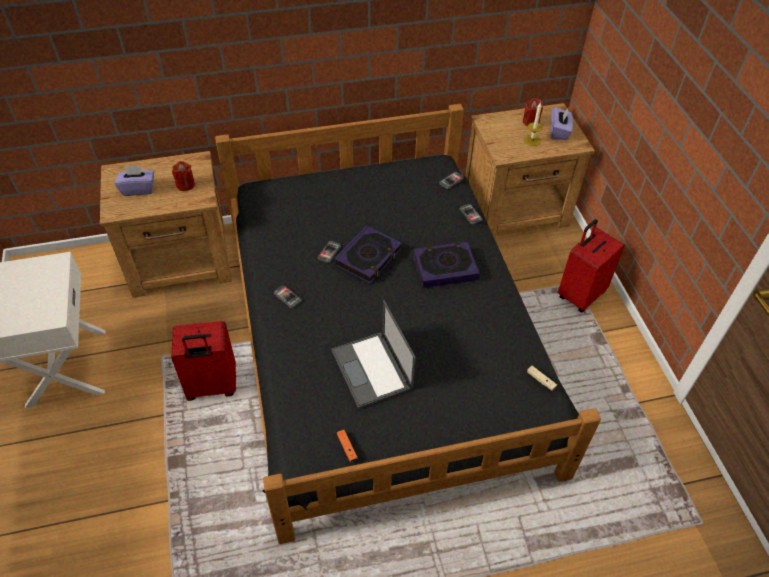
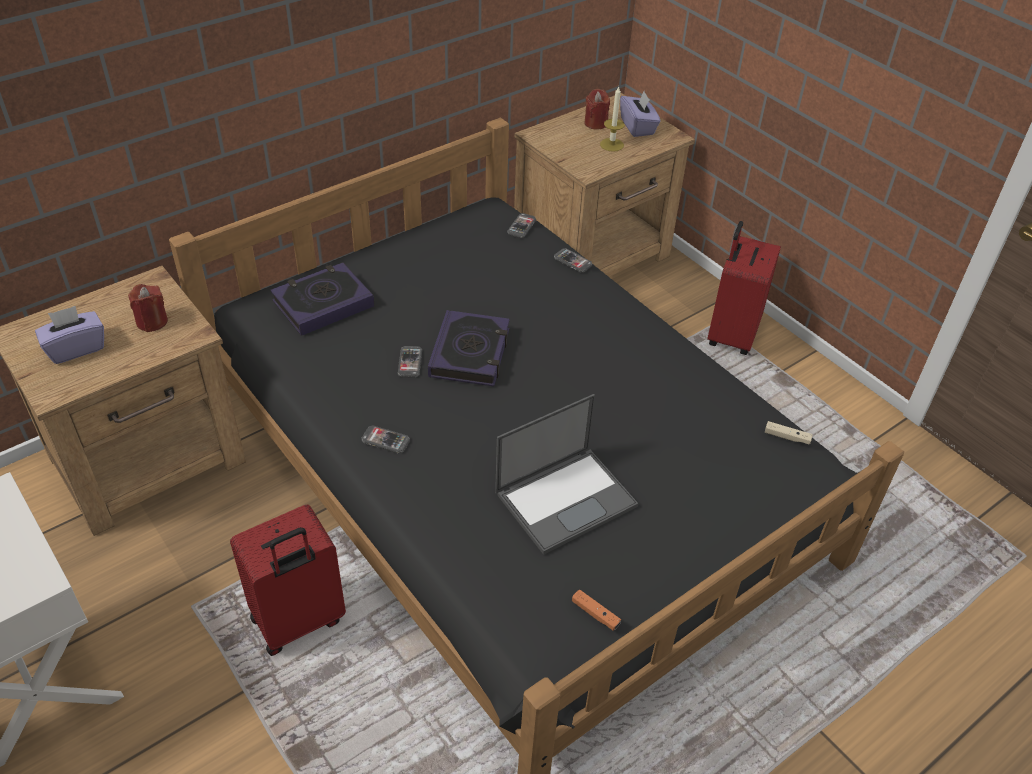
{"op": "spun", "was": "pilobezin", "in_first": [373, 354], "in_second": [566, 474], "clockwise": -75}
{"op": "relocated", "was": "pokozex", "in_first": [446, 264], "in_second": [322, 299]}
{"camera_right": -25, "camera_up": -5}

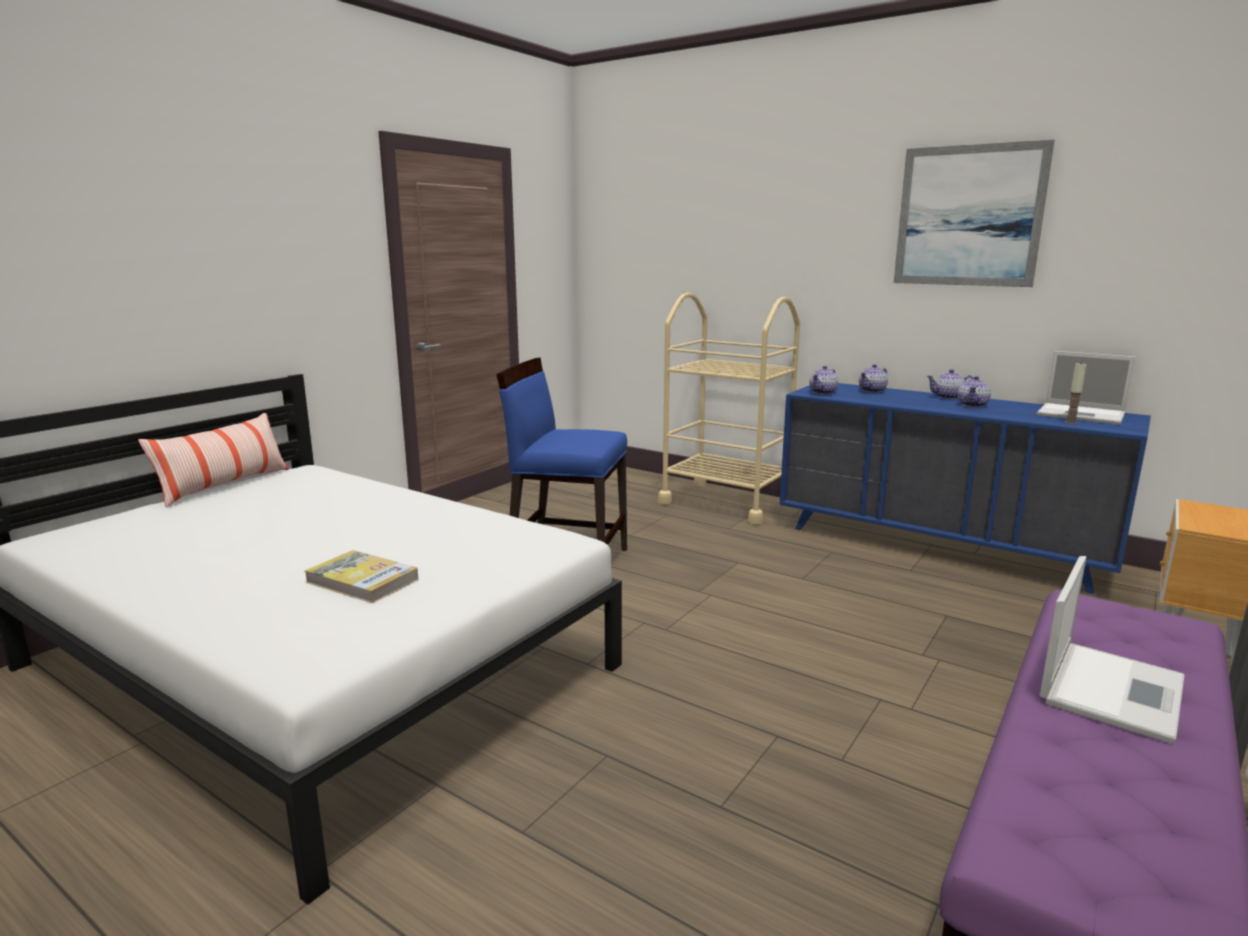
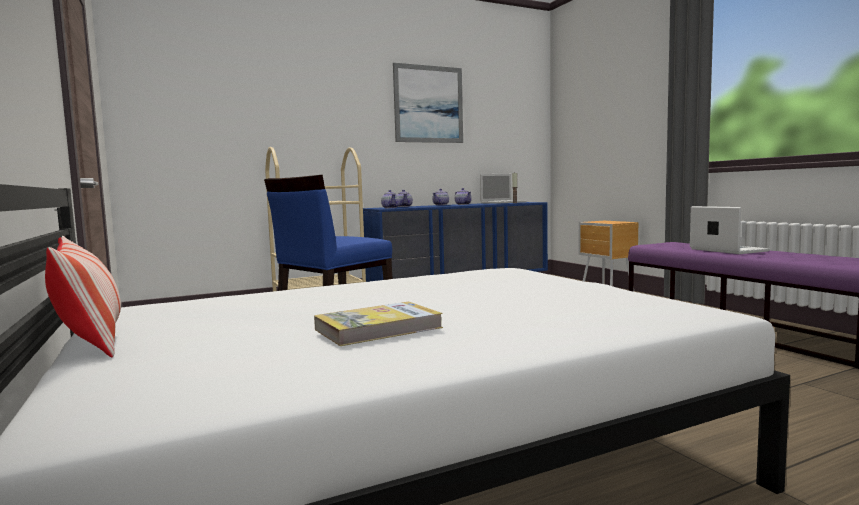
{"op": "relocated", "was": "pokozex", "in_first": [361, 576], "in_second": [378, 324]}
{"camera_right": -60, "camera_up": -10}

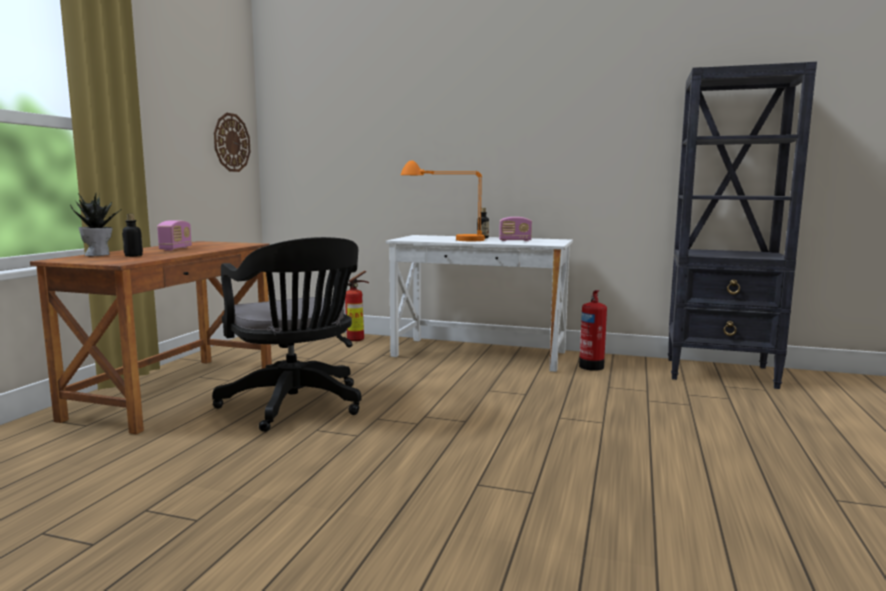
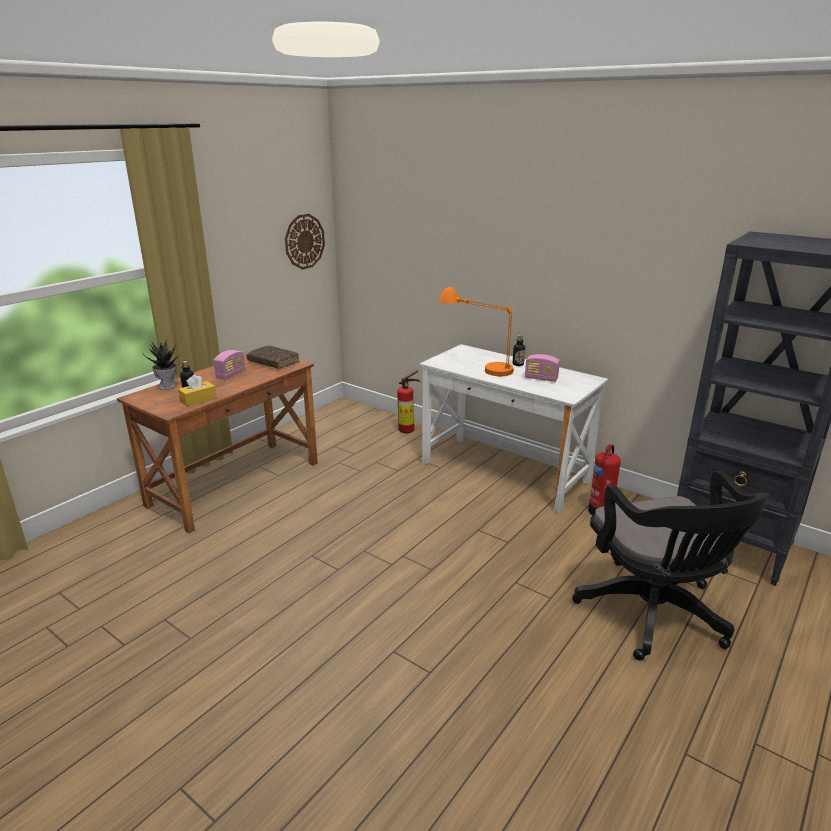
{"op": "relocated", "was": "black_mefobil", "in_first": [287, 334], "in_second": [670, 566]}
{"op": "appeared", "now": "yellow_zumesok", "in_second": [197, 390]}
{"op": "appeared", "now": "brown_pokozex", "in_second": [273, 357]}
{"camera_right": 20, "camera_up": 15}

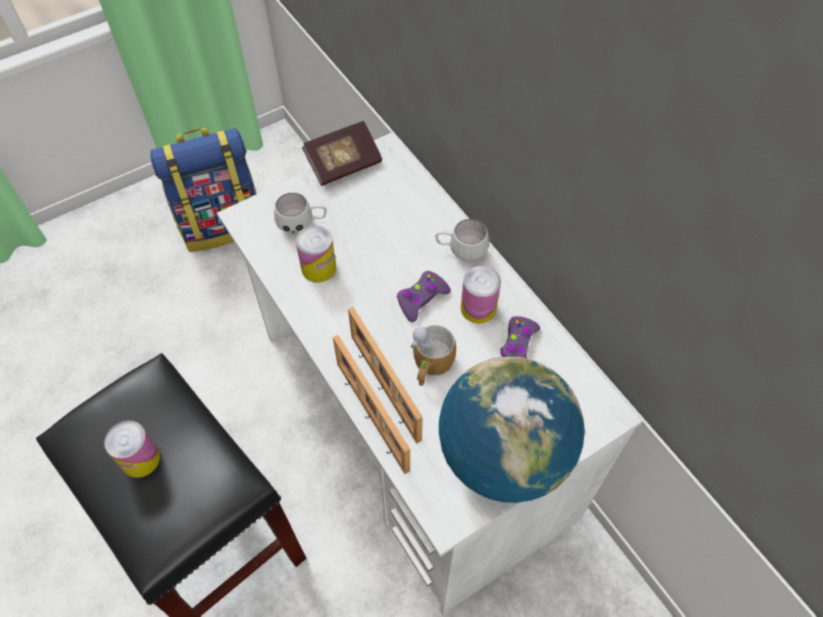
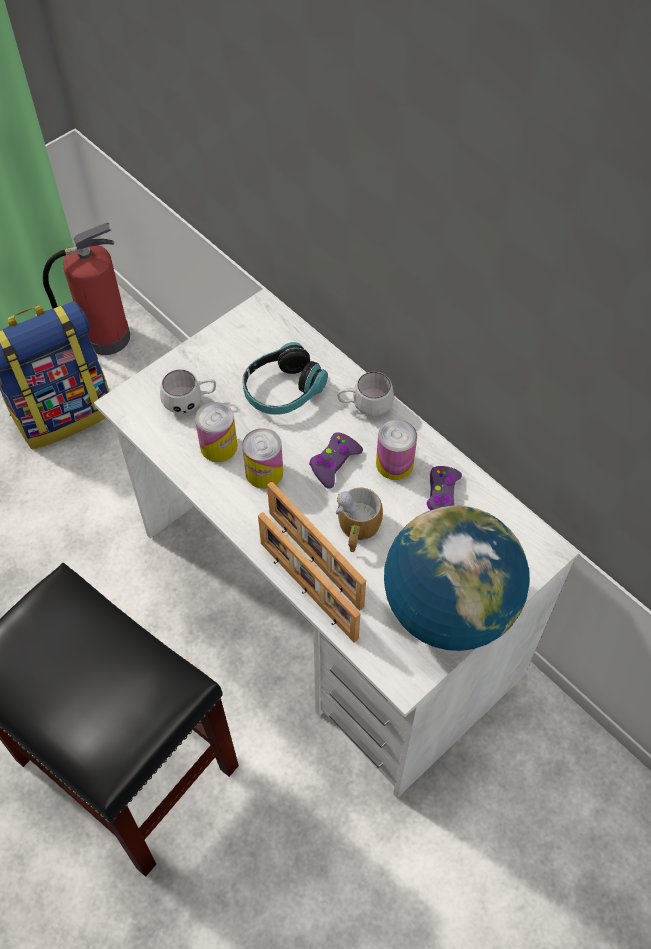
{"op": "relocated", "was": "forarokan", "in_first": [132, 449], "in_second": [262, 458]}
{"op": "missing", "was": "pokozex", "in_first": [342, 153]}
{"op": "appeared", "now": "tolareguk", "in_second": [86, 289]}
{"op": "appeared", "now": "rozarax", "in_second": [285, 378]}
{"camera_right": -10, "camera_up": 0}

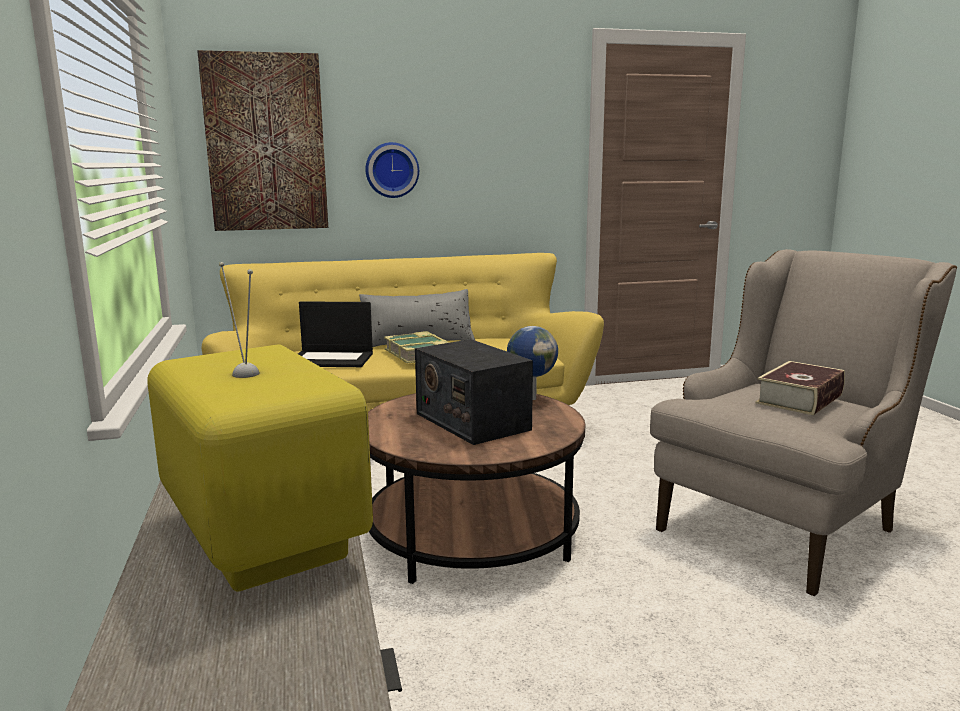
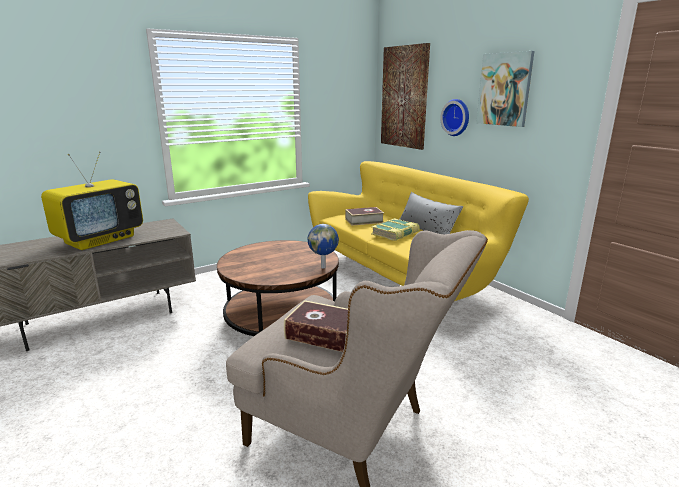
{"op": "exchanged", "was": "pilobezin", "now": "pokozex", "in_first": [335, 334], "in_second": [364, 216]}
{"op": "missing", "was": "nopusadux", "in_first": [474, 392]}
{"op": "appeared", "now": "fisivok", "in_second": [505, 89]}
{"camera_right": 70, "camera_up": 5}

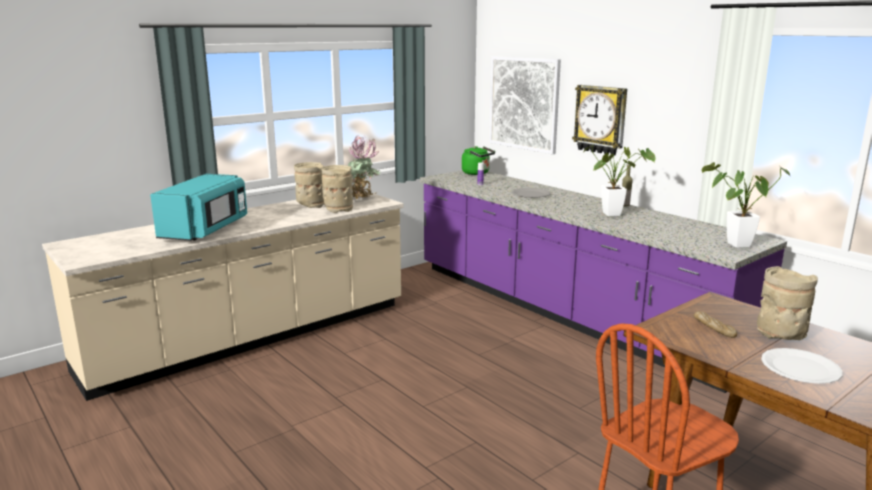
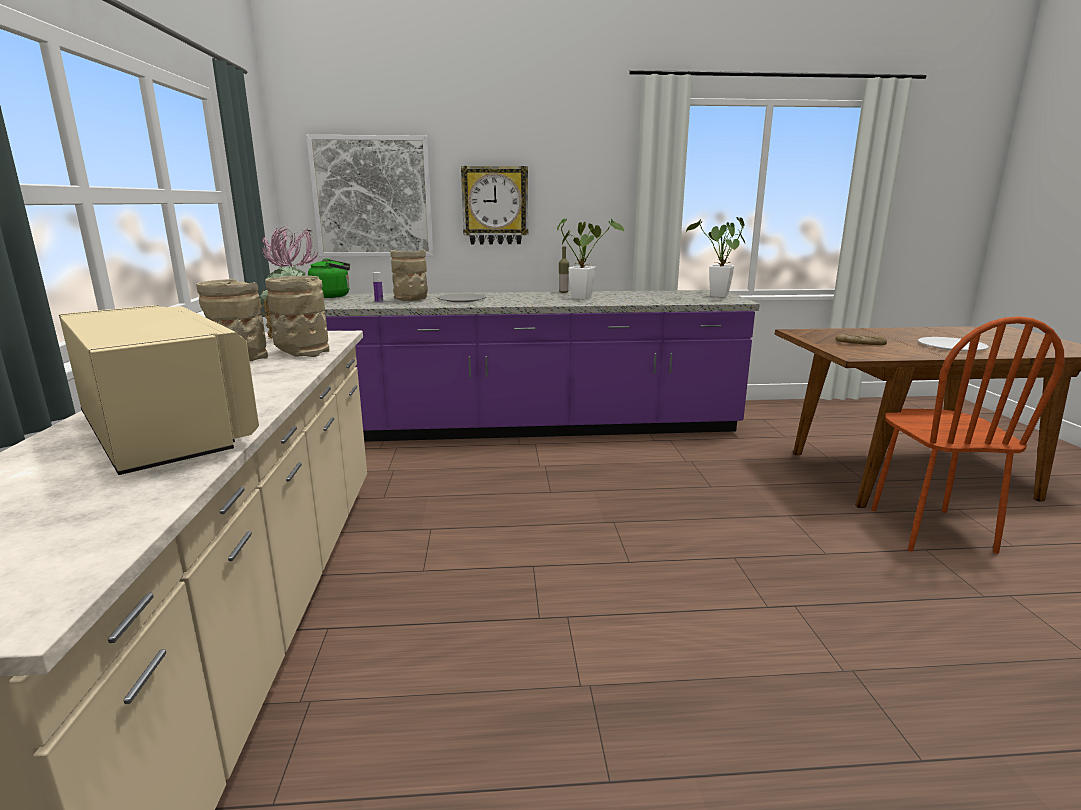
{"op": "colour", "was": "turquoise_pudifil", "now": "beige_pudifil", "in_first": [198, 207], "in_second": [159, 390]}
{"op": "relocated", "was": "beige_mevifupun", "in_first": [787, 303], "in_second": [409, 275]}
{"camera_right": -55, "camera_up": 0}

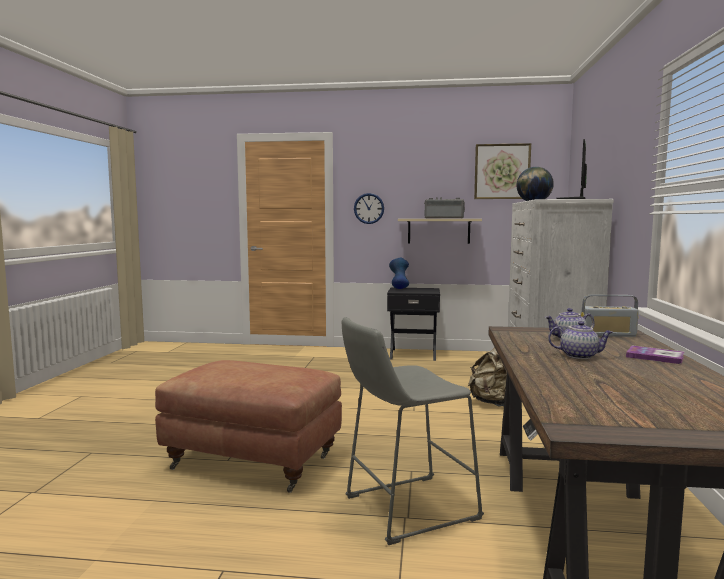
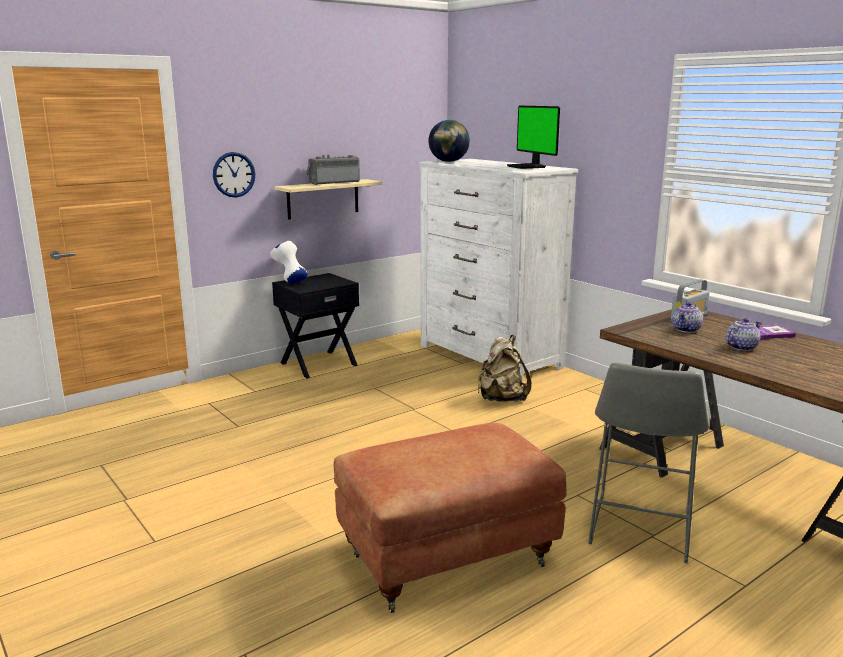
{"op": "colour", "was": "blue_mevifupun", "now": "white_mevifupun", "in_first": [399, 273], "in_second": [289, 262]}
{"op": "missing", "was": "fisivok", "in_first": [502, 171]}
{"camera_right": -45, "camera_up": 10}

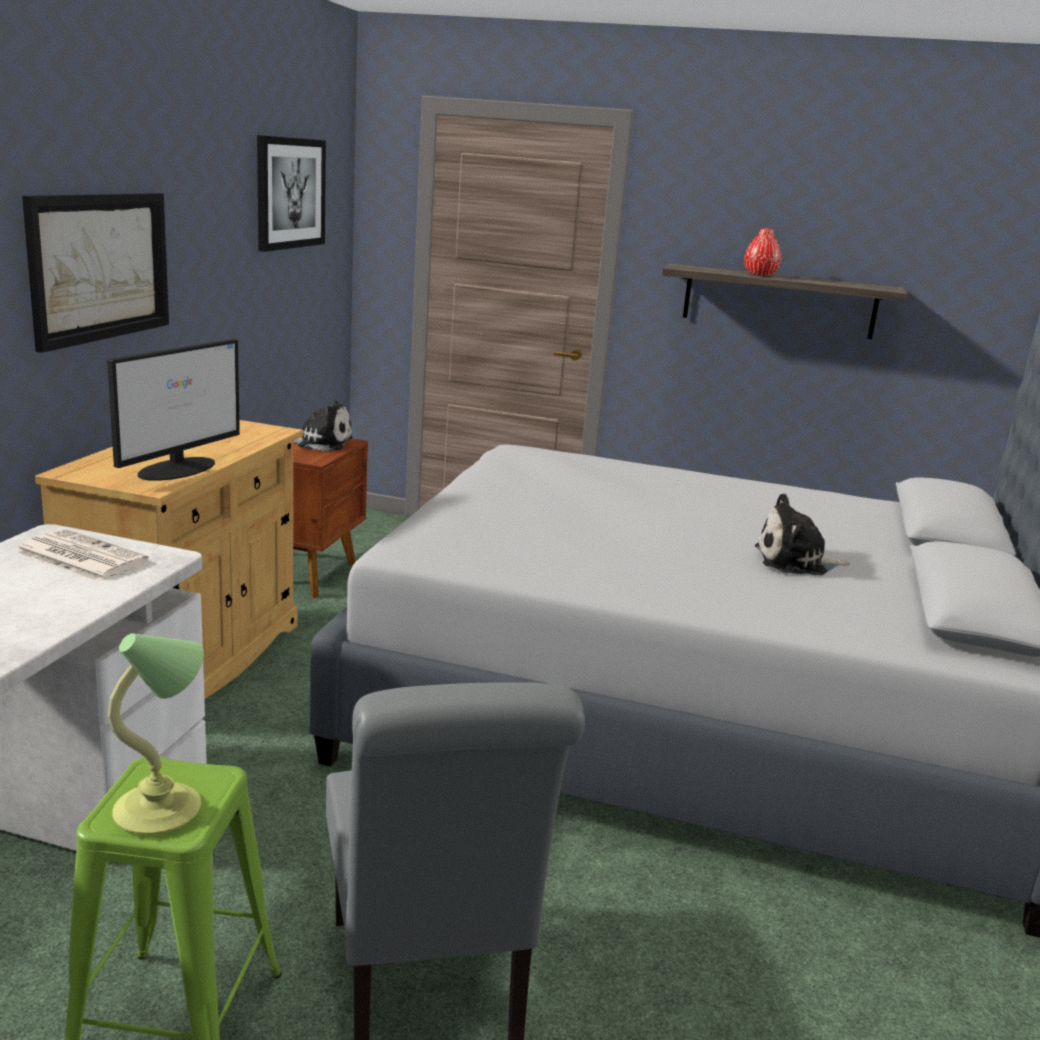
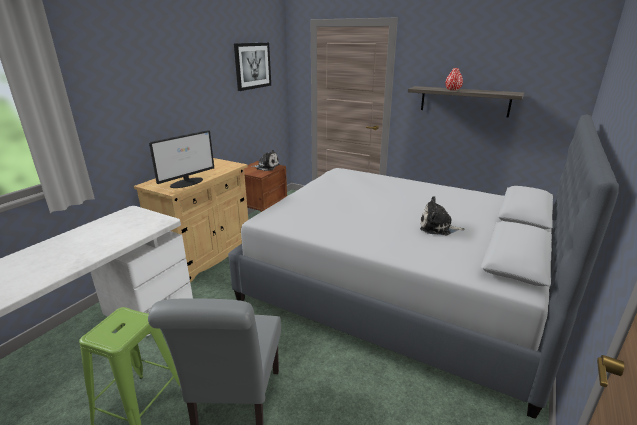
{"op": "missing", "was": "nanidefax", "in_first": [82, 555]}
{"op": "missing", "was": "fisivok", "in_first": [95, 273]}
{"op": "missing", "was": "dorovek", "in_first": [156, 734]}
{"camera_right": 15, "camera_up": 5}

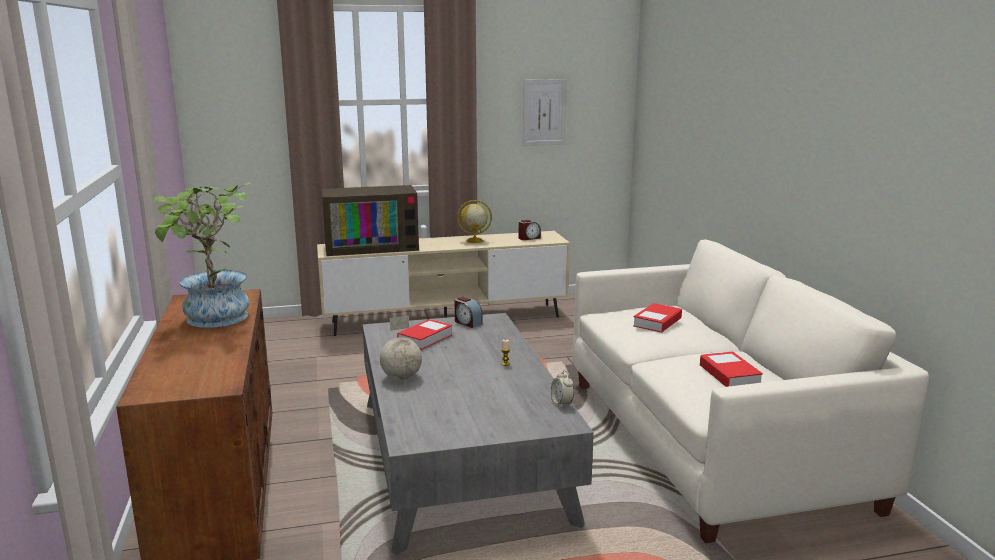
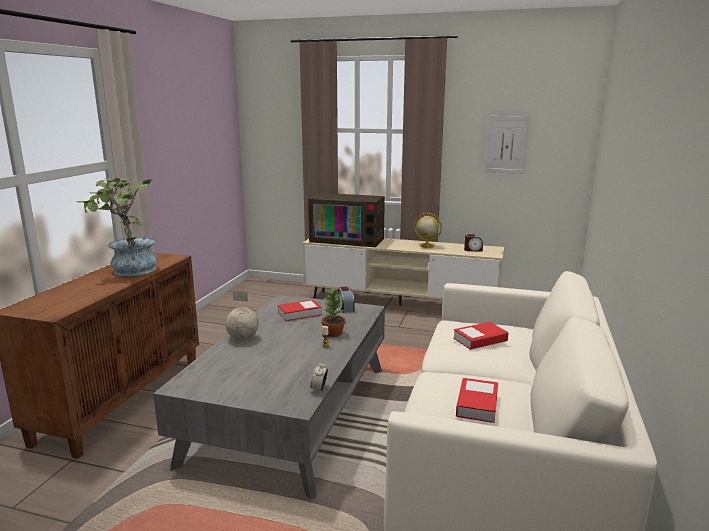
{"op": "appeared", "now": "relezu", "in_second": [334, 312]}
{"camera_right": 30, "camera_up": 0}

